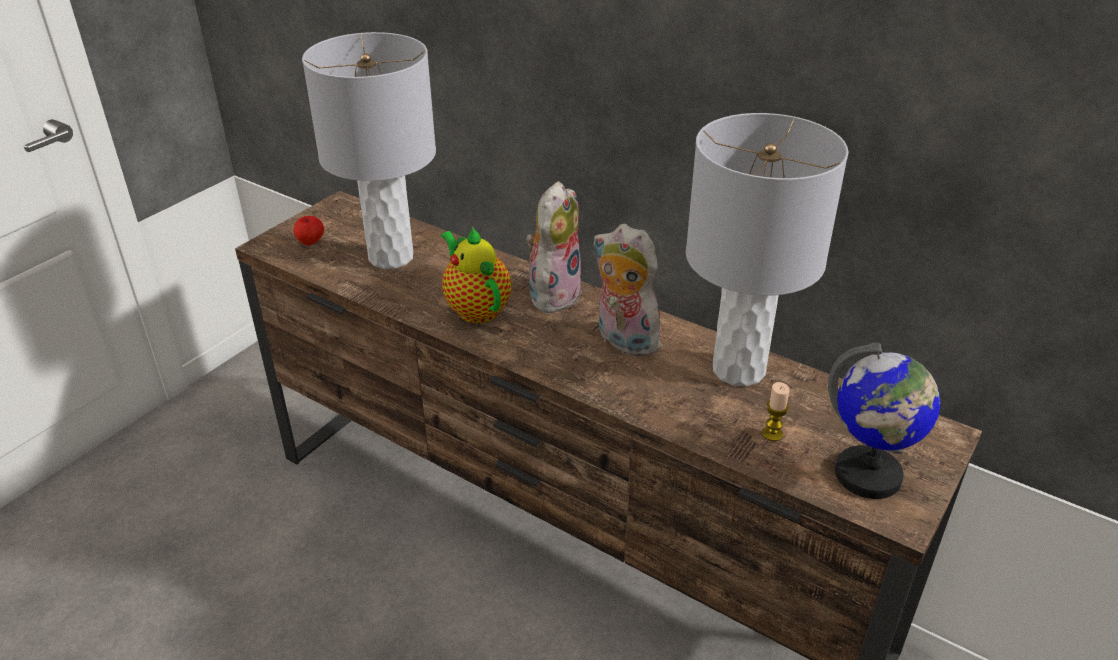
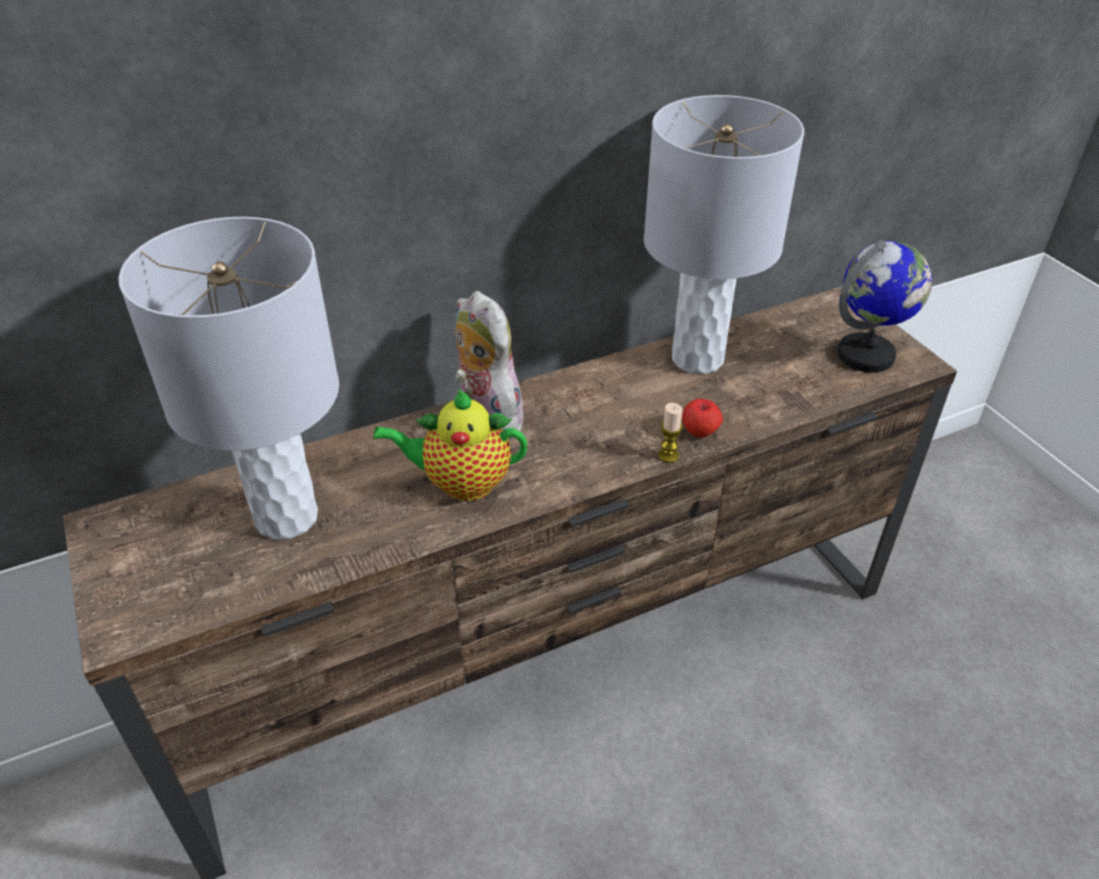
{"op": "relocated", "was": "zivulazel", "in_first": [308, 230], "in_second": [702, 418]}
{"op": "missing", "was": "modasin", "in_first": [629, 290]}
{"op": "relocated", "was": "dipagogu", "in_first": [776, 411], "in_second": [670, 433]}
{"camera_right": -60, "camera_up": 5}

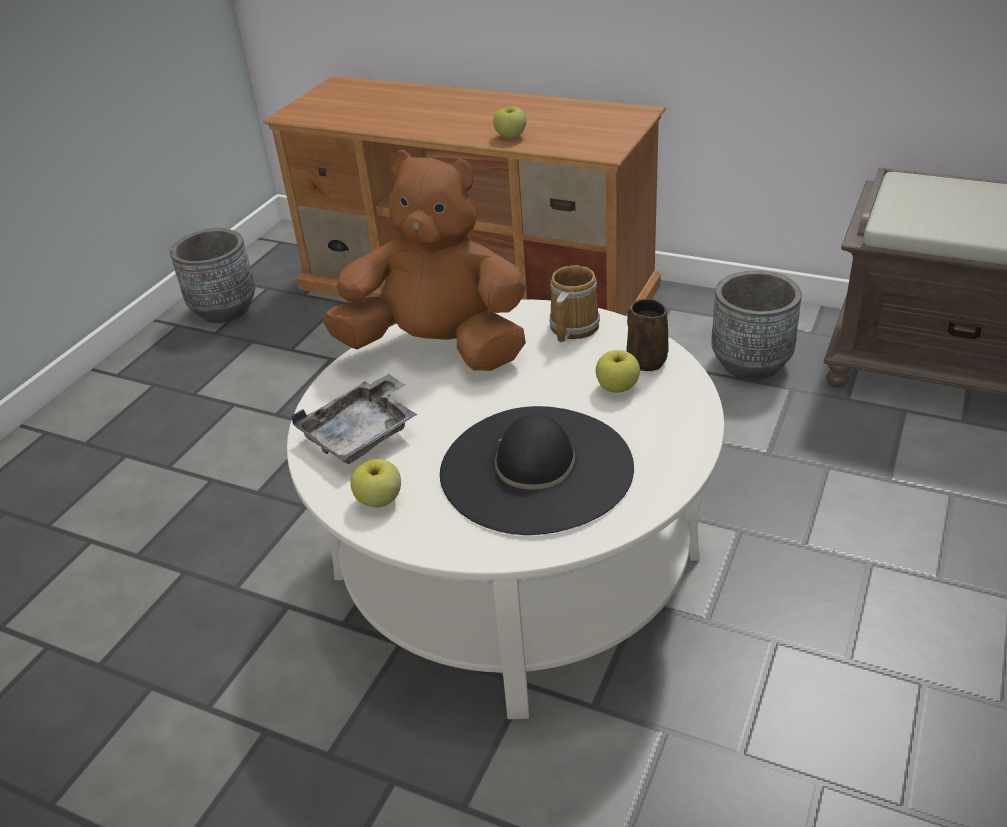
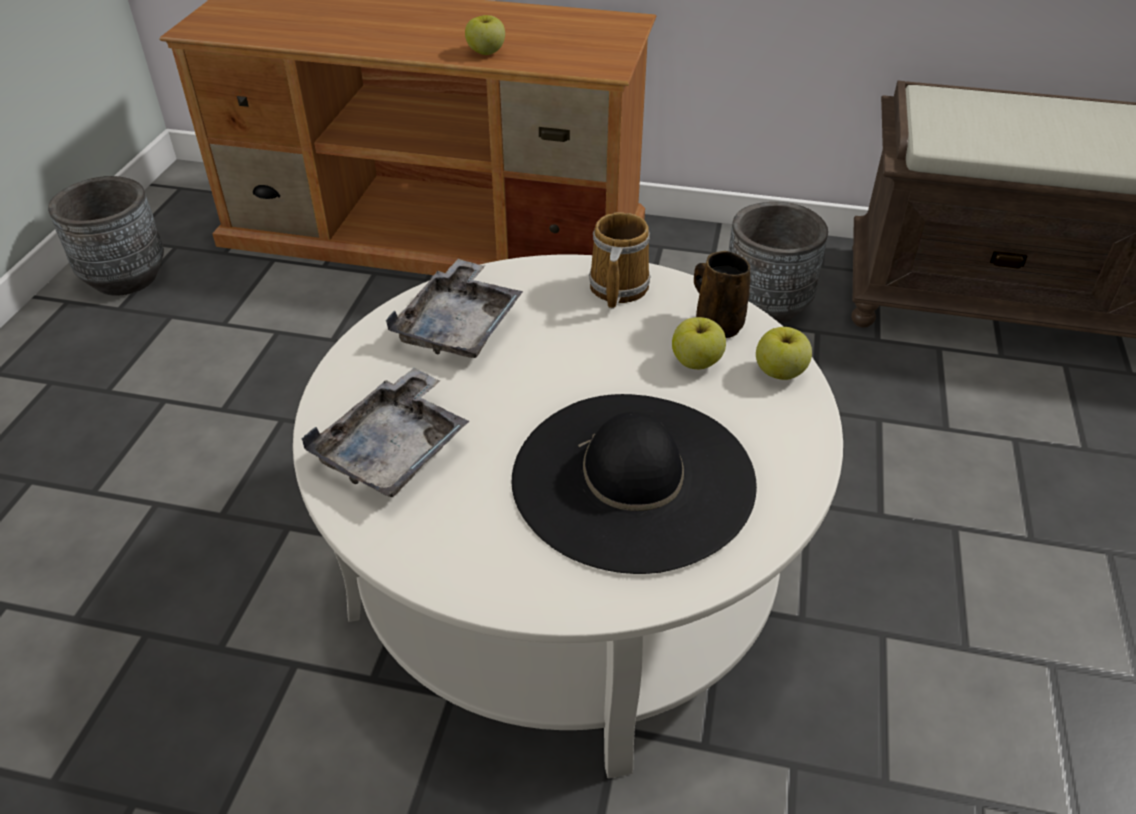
{"op": "exchanged", "was": "brown_modasin", "now": "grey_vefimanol", "in_first": [424, 260], "in_second": [454, 308]}
{"op": "relocated", "was": "zivulazel", "in_first": [375, 483], "in_second": [784, 353]}
{"camera_right": -15, "camera_up": 5}

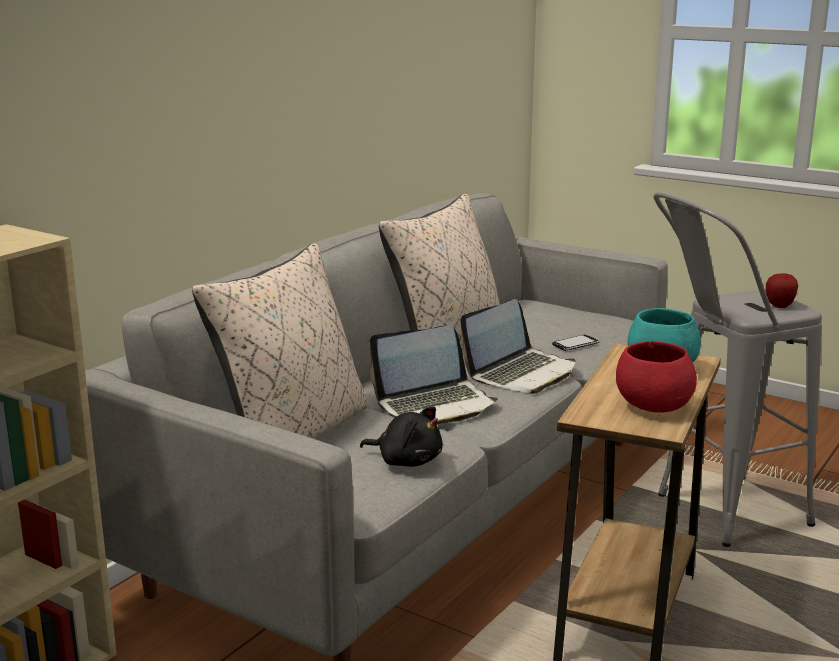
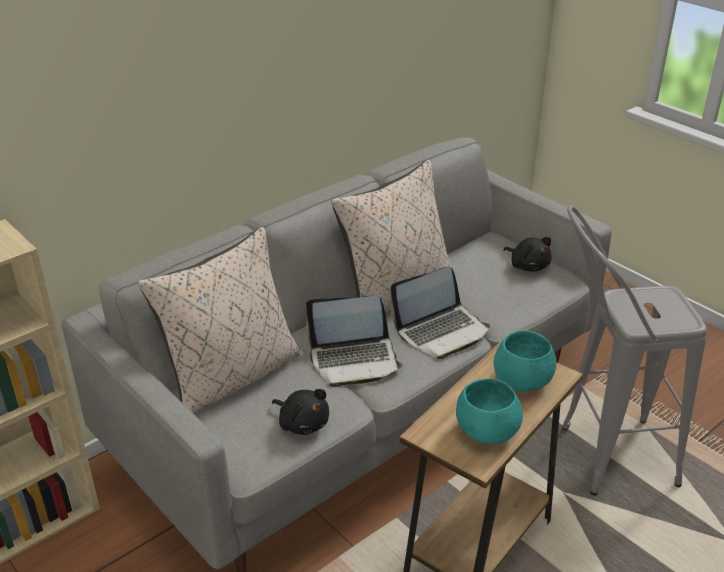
{"op": "missing", "was": "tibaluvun", "in_first": [576, 343]}
{"op": "colour", "was": "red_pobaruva", "now": "turquoise_pobaruva", "in_first": [656, 377], "in_second": [489, 411]}
{"op": "missing", "was": "zivulazel", "in_first": [782, 290]}
{"op": "appeared", "now": "black_modasin", "in_second": [527, 254]}
{"camera_right": 15, "camera_up": 15}

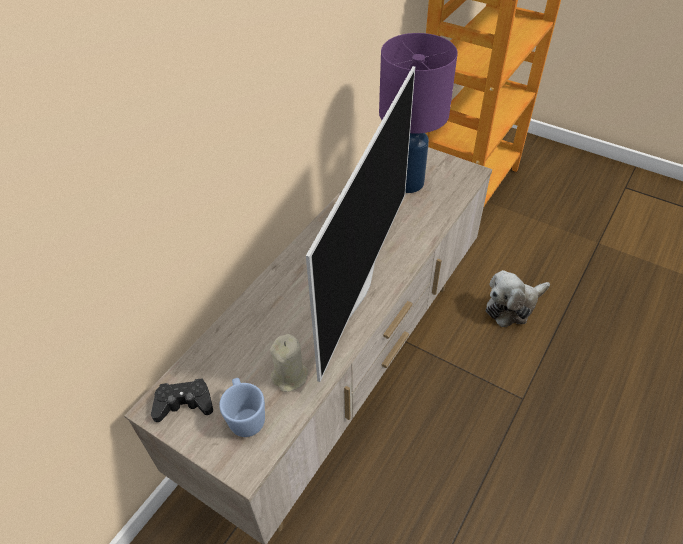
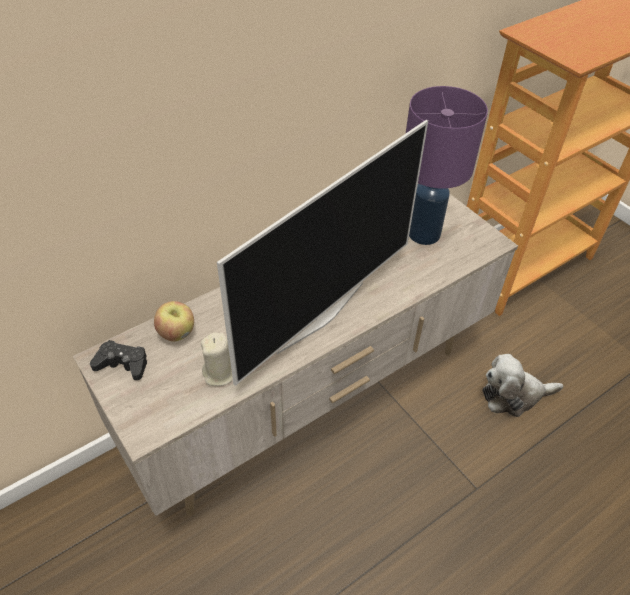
{"op": "missing", "was": "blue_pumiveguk", "in_first": [242, 407]}
{"op": "appeared", "now": "zivulazel", "in_second": [174, 321]}
{"camera_right": 20, "camera_up": 0}

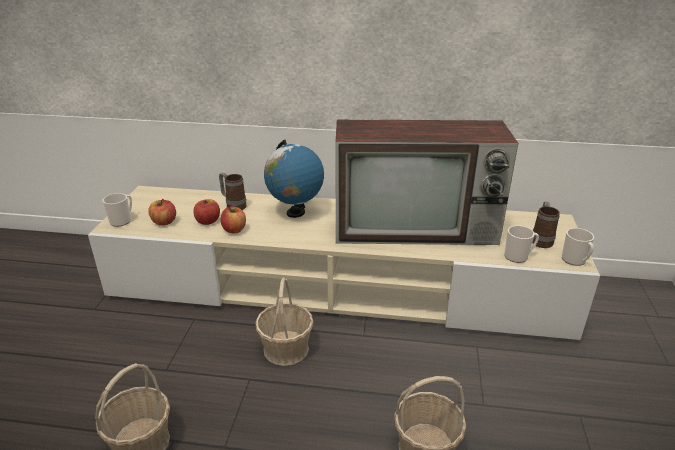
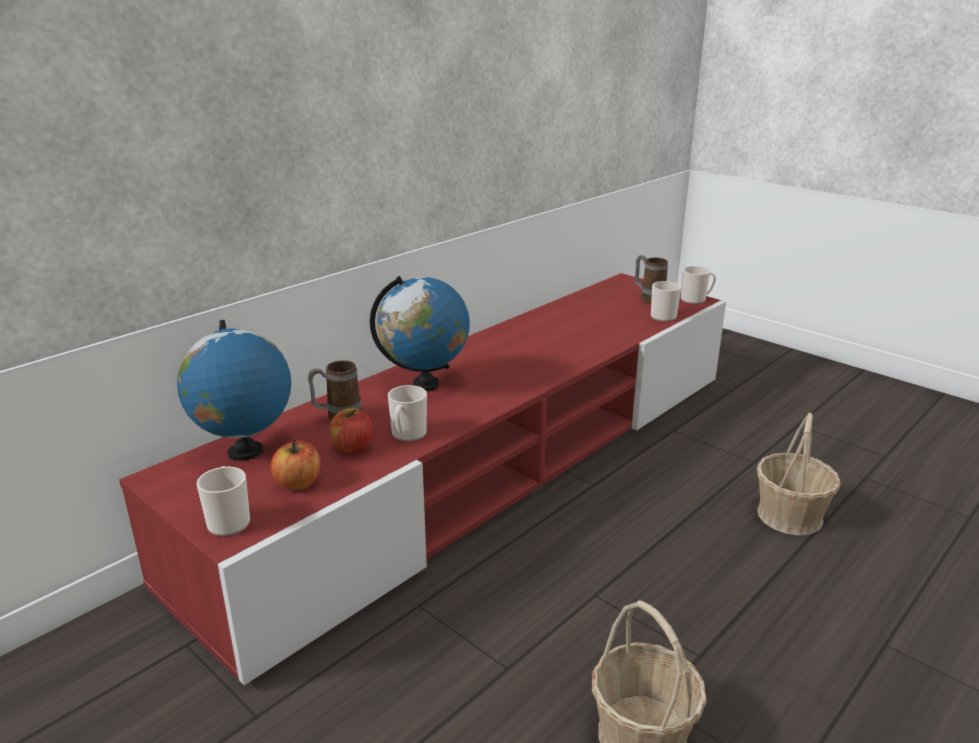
{"op": "colour", "was": "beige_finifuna", "now": "red_finifuna", "in_first": [344, 263], "in_second": [422, 479]}
{"op": "exchanged", "was": "zivulazel", "now": "pumiveguk", "in_first": [233, 219], "in_second": [407, 413]}
{"op": "missing", "was": "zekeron", "in_first": [285, 321]}
{"op": "missing", "was": "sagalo", "in_first": [427, 182]}
{"op": "appeared", "now": "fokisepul", "in_second": [234, 390]}
{"camera_right": -55, "camera_up": -5}

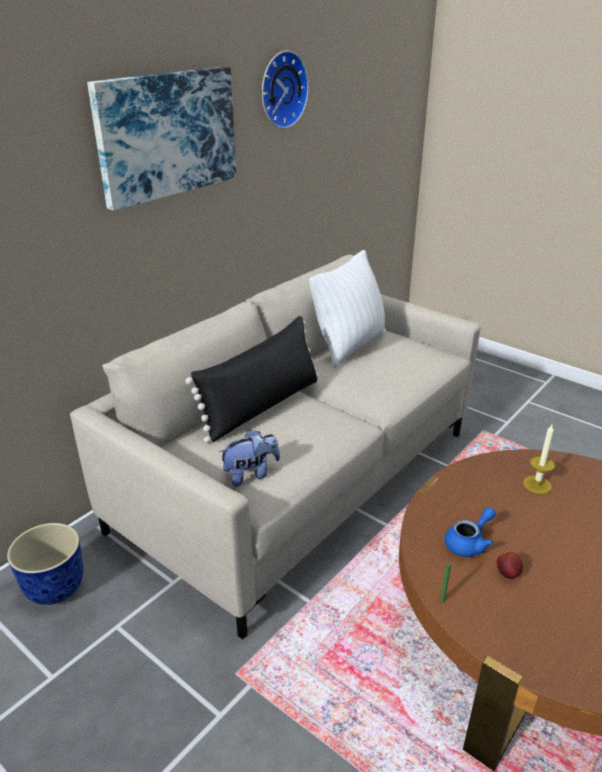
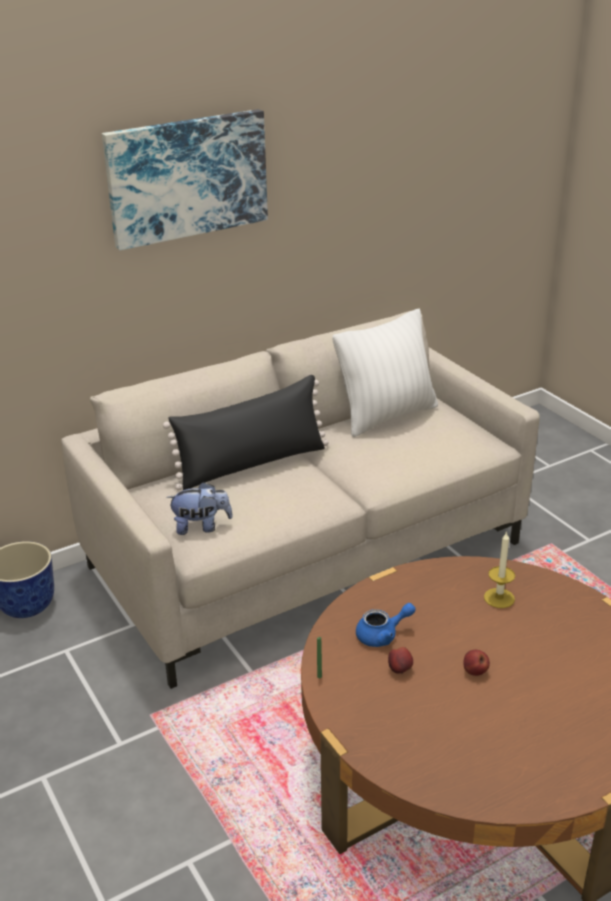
{"op": "missing", "was": "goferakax", "in_first": [285, 89]}
{"op": "appeared", "now": "zivulazel", "in_second": [476, 663]}
{"camera_right": 20, "camera_up": 0}

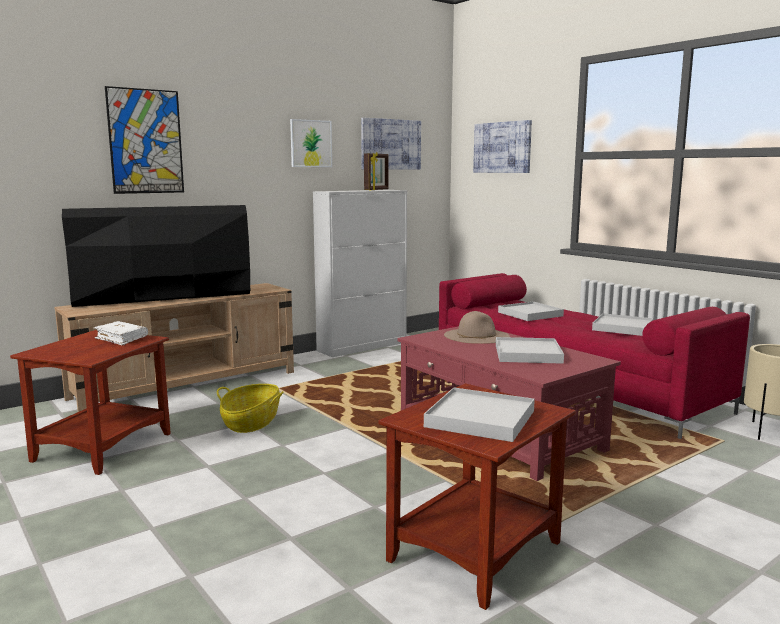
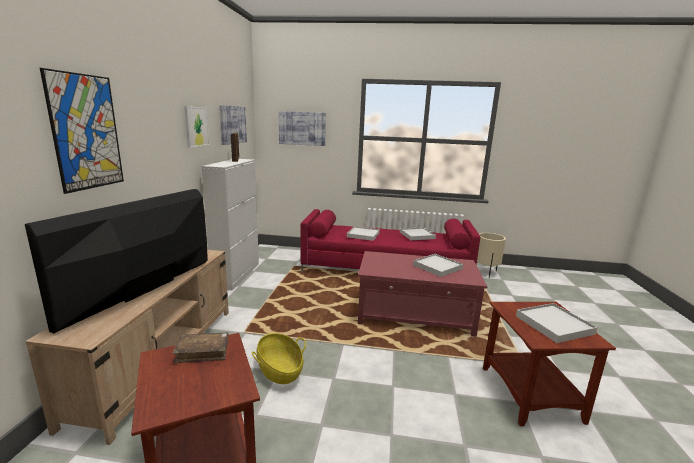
{"op": "colour", "was": "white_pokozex", "now": "brown_pokozex", "in_first": [121, 333], "in_second": [201, 347]}
{"op": "missing", "was": "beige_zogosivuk", "in_first": [477, 327]}
{"camera_right": -45, "camera_up": 5}

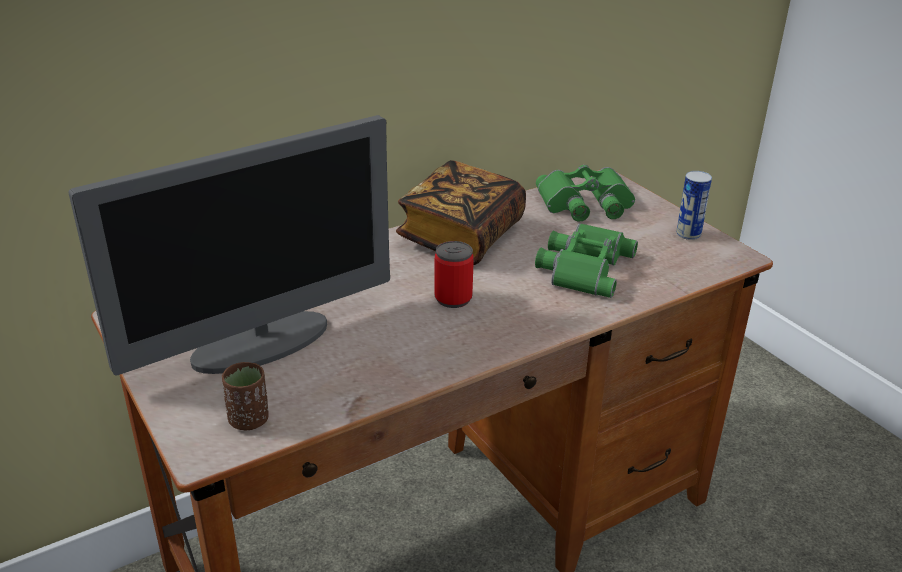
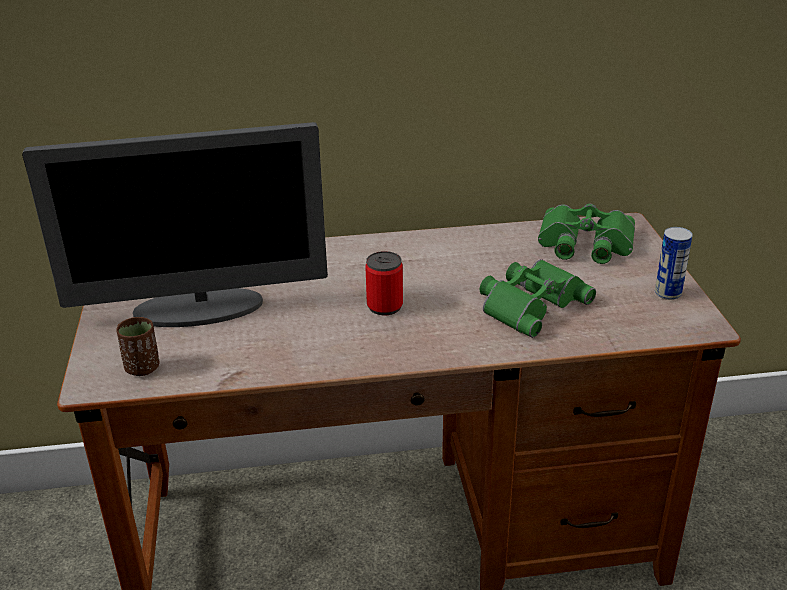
{"op": "missing", "was": "pokozex", "in_first": [461, 212]}
{"camera_right": 25, "camera_up": 0}

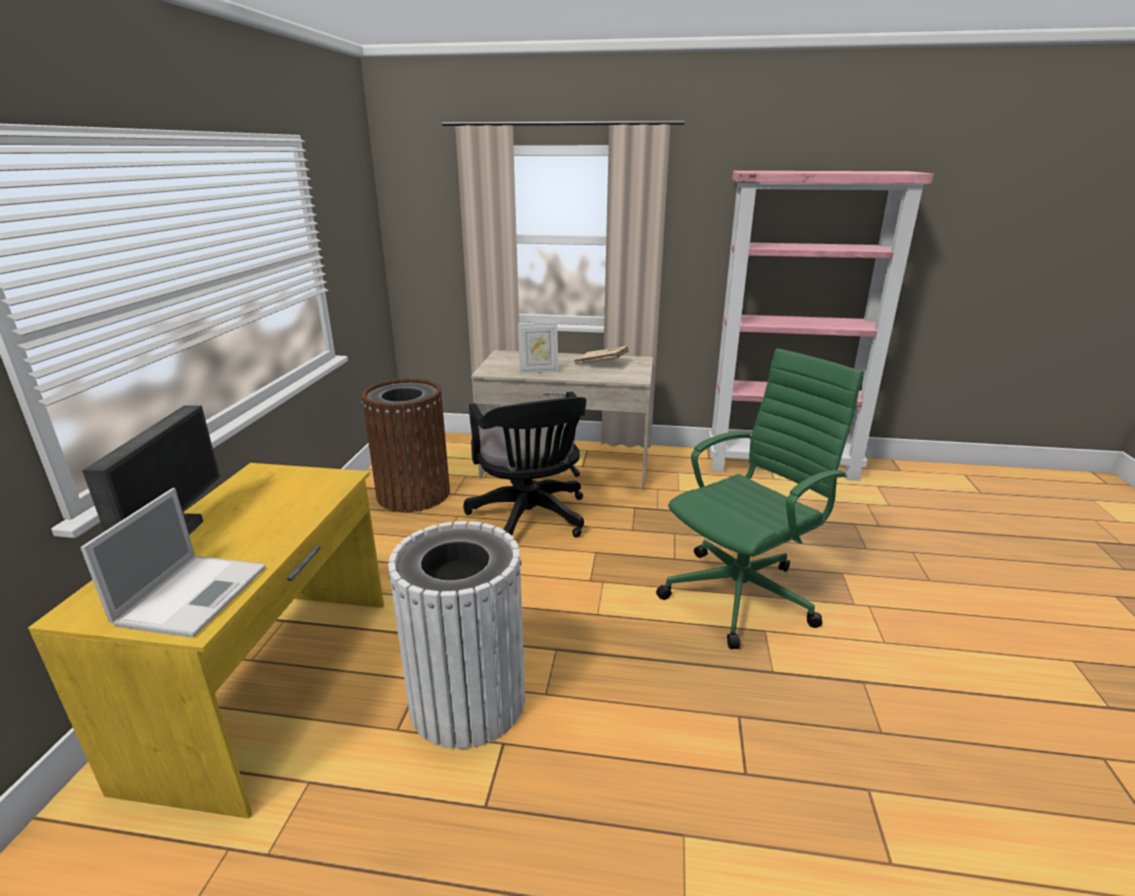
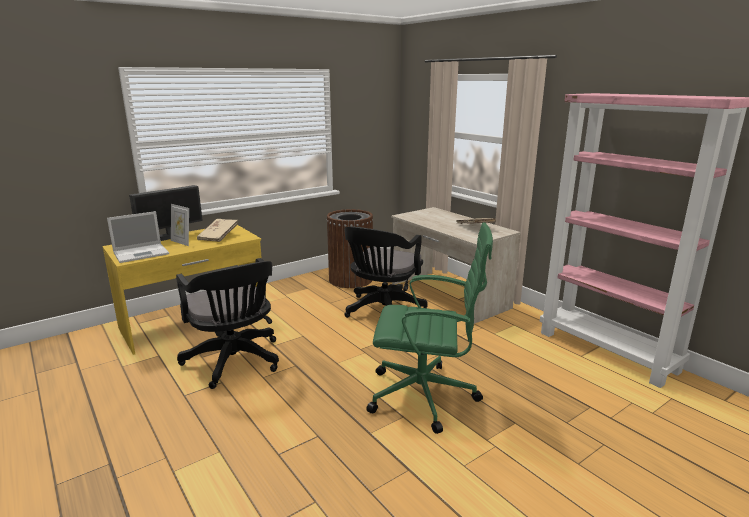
{"op": "exchanged", "was": "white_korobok", "now": "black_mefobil", "in_first": [456, 635], "in_second": [227, 323]}
{"op": "relocated", "was": "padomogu", "in_first": [538, 348], "in_second": [180, 225]}
{"op": "appeared", "now": "beige_pokozex", "in_second": [217, 230]}
{"camera_right": 45, "camera_up": -5}

